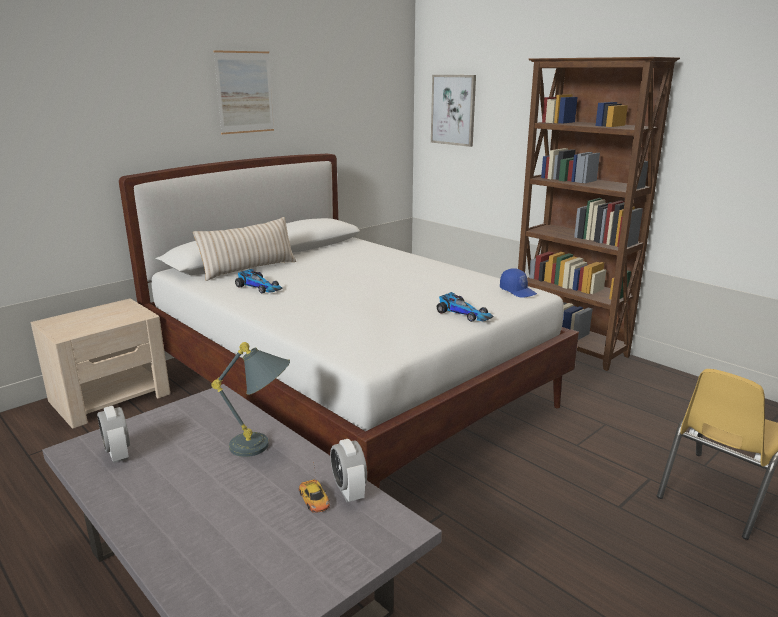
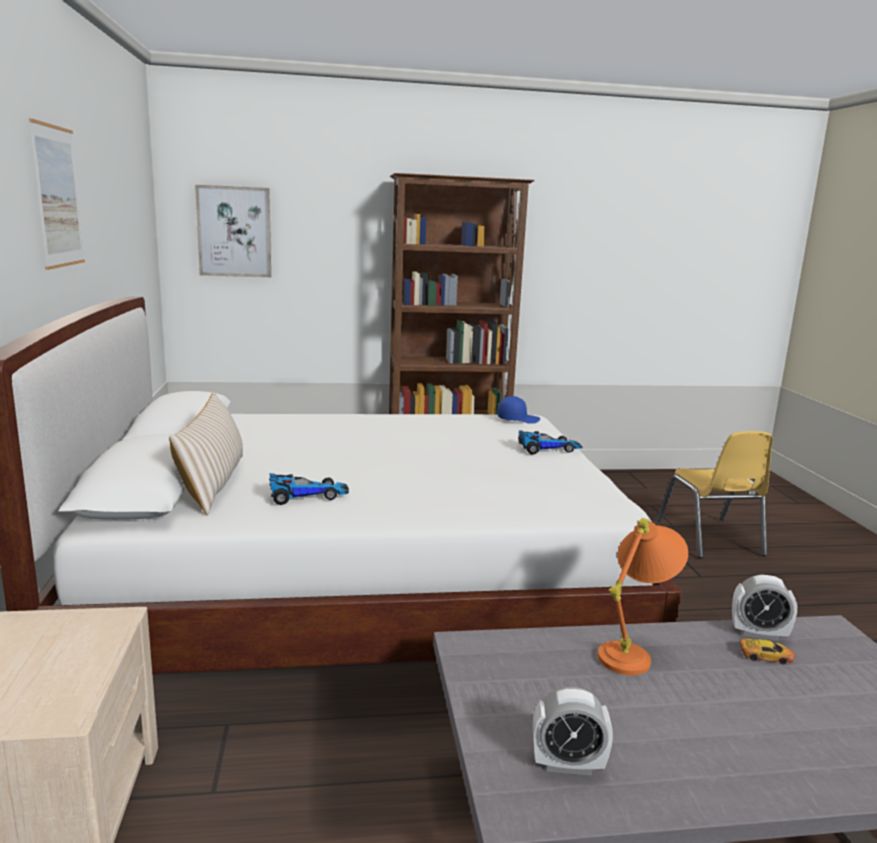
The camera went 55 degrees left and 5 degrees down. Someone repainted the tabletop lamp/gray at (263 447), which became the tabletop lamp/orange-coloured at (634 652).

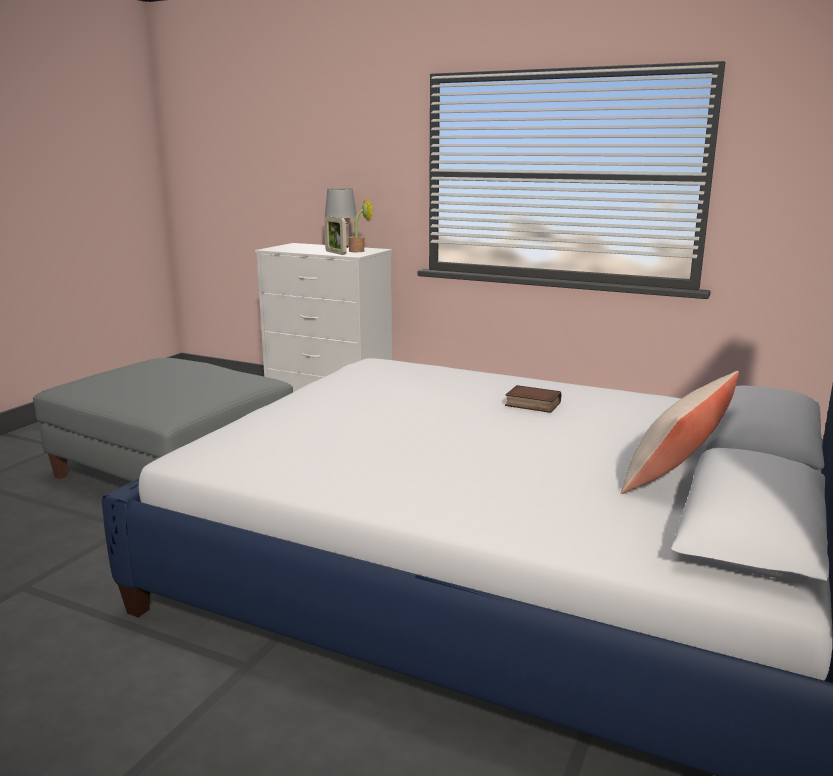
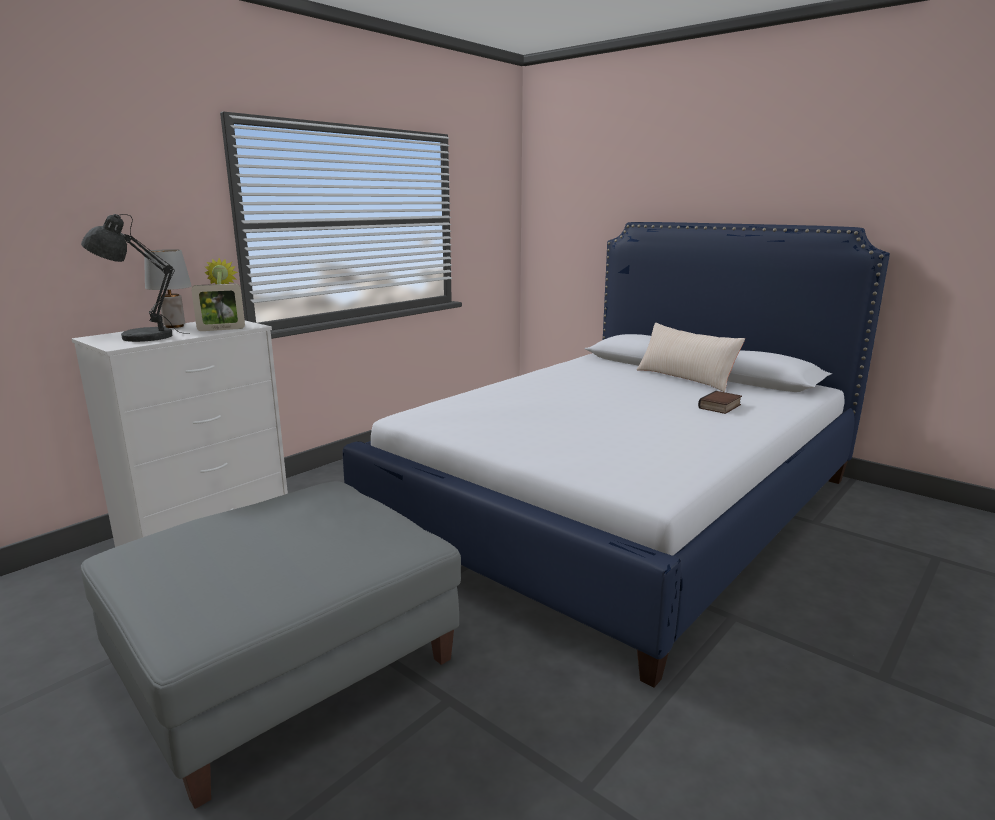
The camera went 75 degrees left and 0 degrees up. Someone put down the tabletop lamp/gray at (141 337). Someone carried the volume from (531 404) to (720 407).

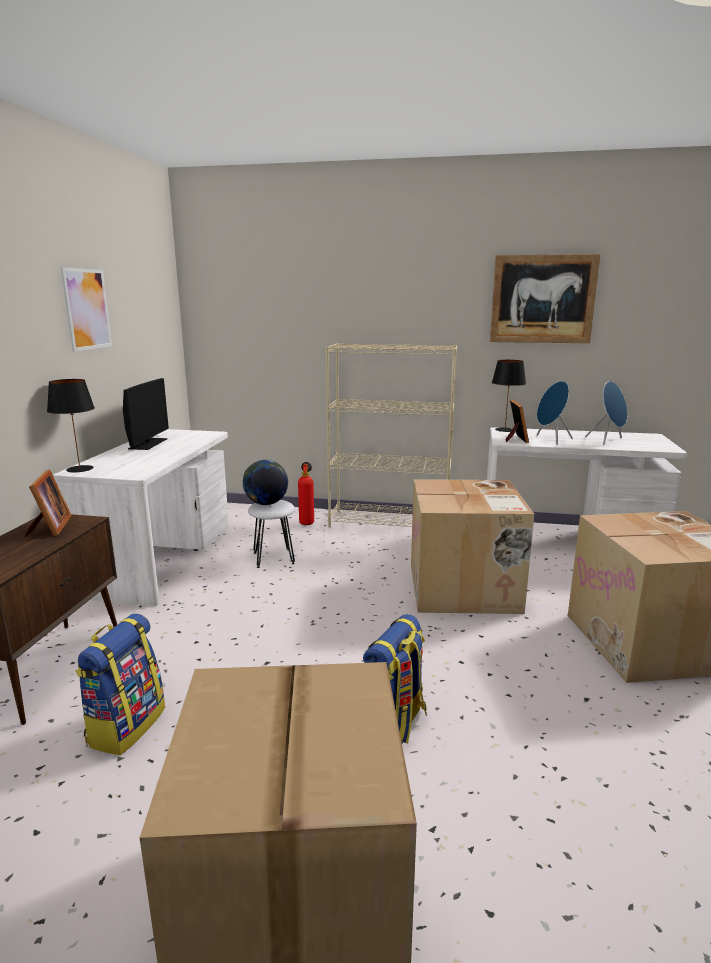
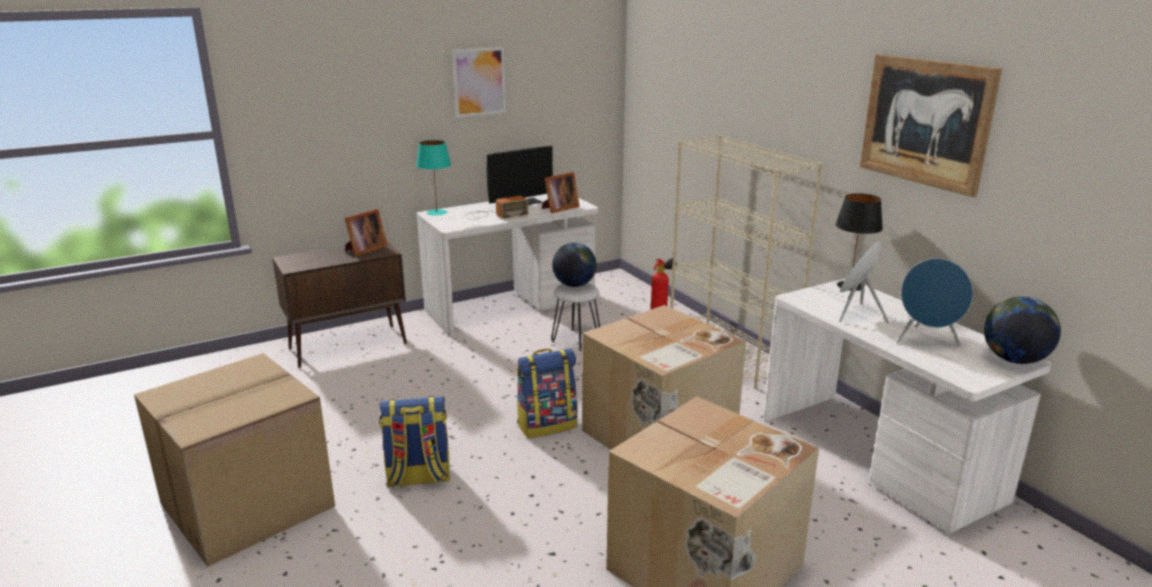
The camera went 50 degrees right and 5 degrees up. Someone repainted the tabletop lamp/black at (79 469), which became the tabletop lamp/blue-green at (437 212). Someone put down the radio at (494 215). Someone carried the backpack from (126 726) to (547 425). Someone carried the photo frame from (515 439) to (559 209). Someone put down the globe at (1014 360).

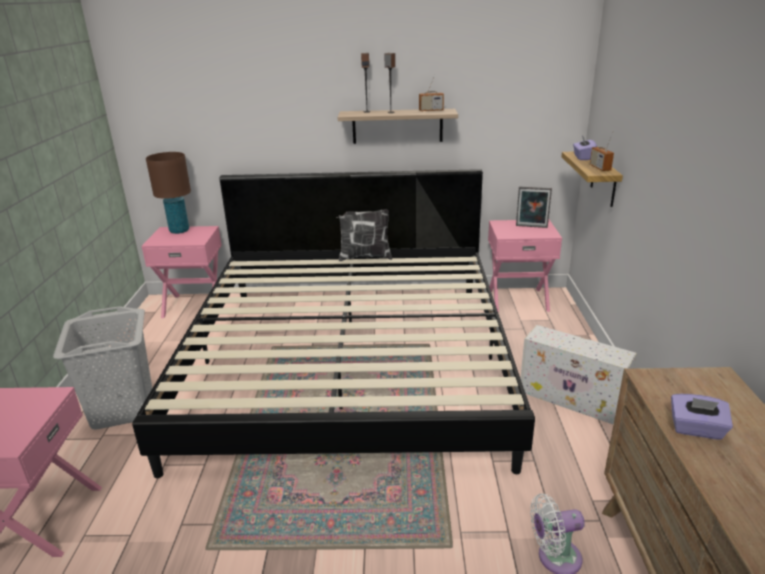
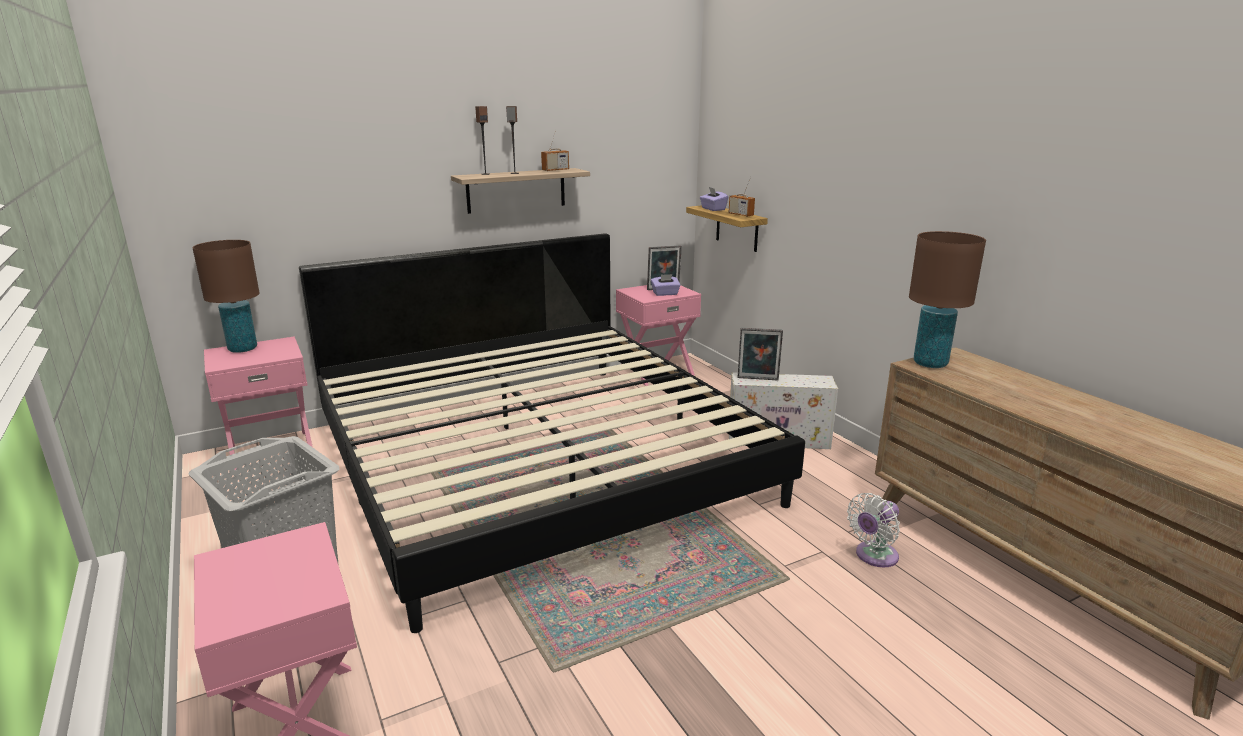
The camera went 30 degrees left and 5 degrees down. Someone carried the tissue holder/purple-coloured from (696 429) to (665 294). Someone put down the photo frame at (757 379). Someone put down the tabletop lamp/brown-coloured at (930 363). Someone took away the pillow at (364 257).

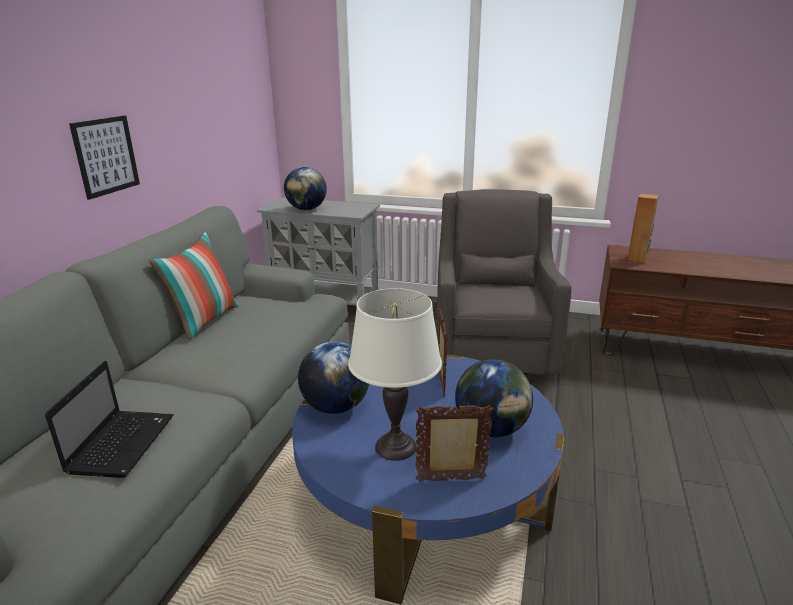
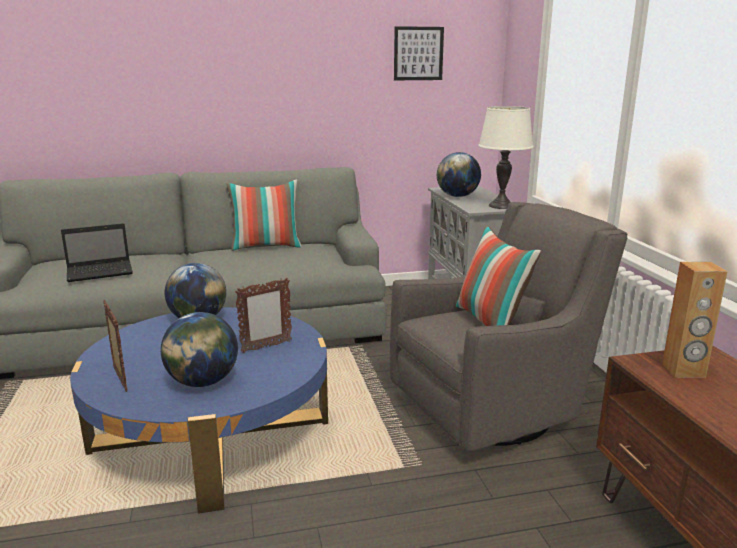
The camera went 60 degrees right and 5 degrees down. Someone carried the wall art from (106 156) to (418 53). Someone put down the pillow at (491 323). Someone carried the tabletop lamp/whitish from (395 447) to (501 206).

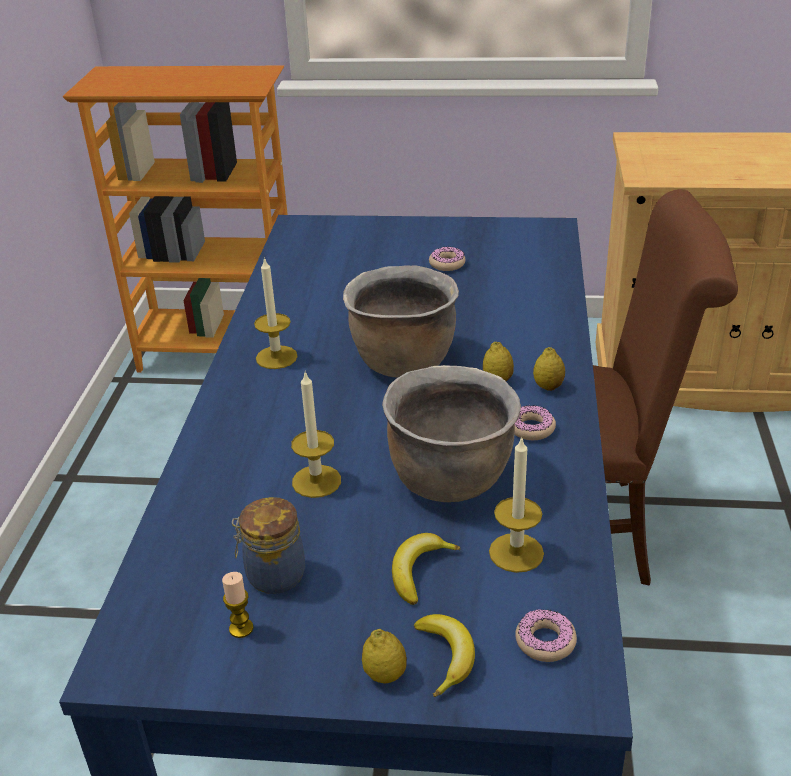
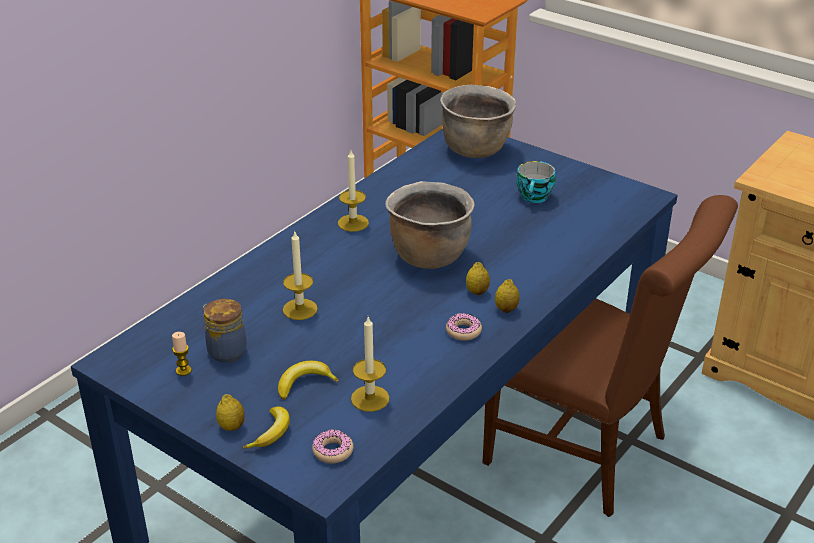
The camera went 30 degrees right and 0 degrees up. Someone carried the stockpot/brown-coloured from (450 478) to (476 149). Someone swapped the ring doughnut at (447 264) for the small cup at (535 197).

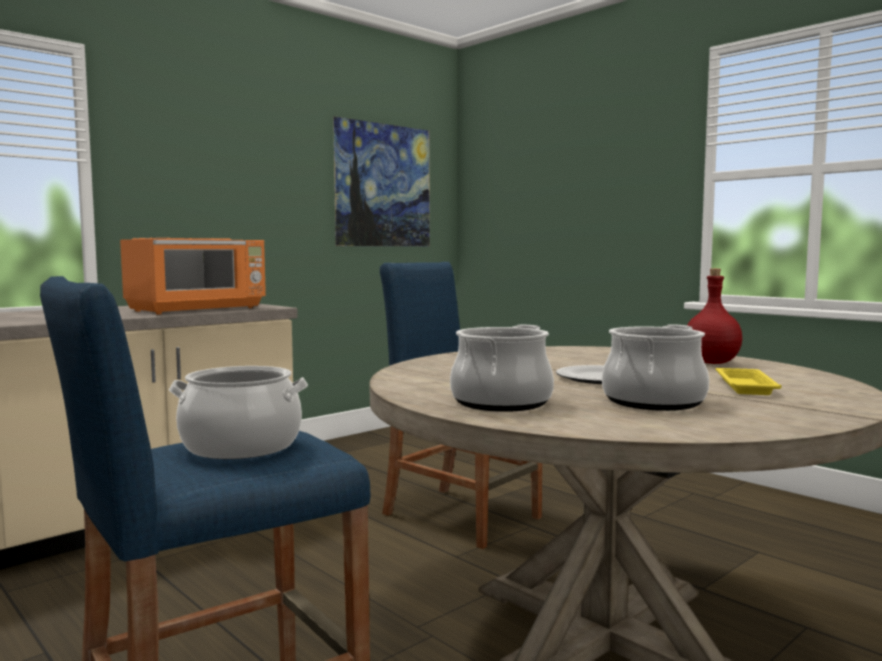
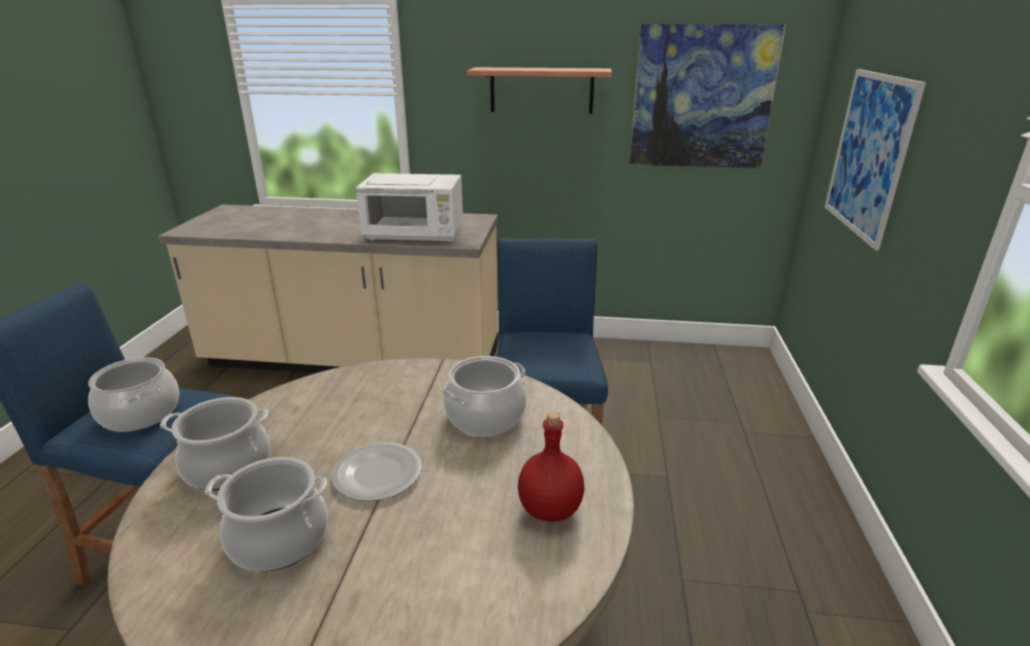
The camera went 50 degrees right and 20 degrees up. Someone repainted the microwave oven/orange-coloured at (198 309), which became the microwave oven/whitish at (415 235). Someone put down the stockpot at (485 415). Someone put up the bracket shelf at (541 90). Someone put up the wall art at (868 155). Someone took away the serving tray/yellowish at (745 386).

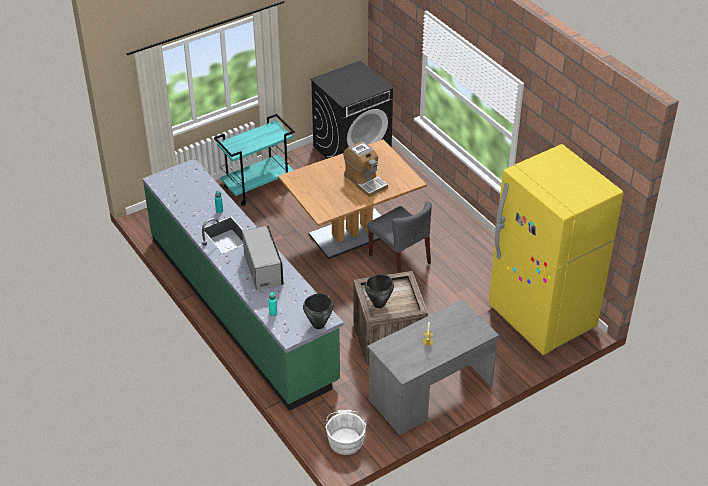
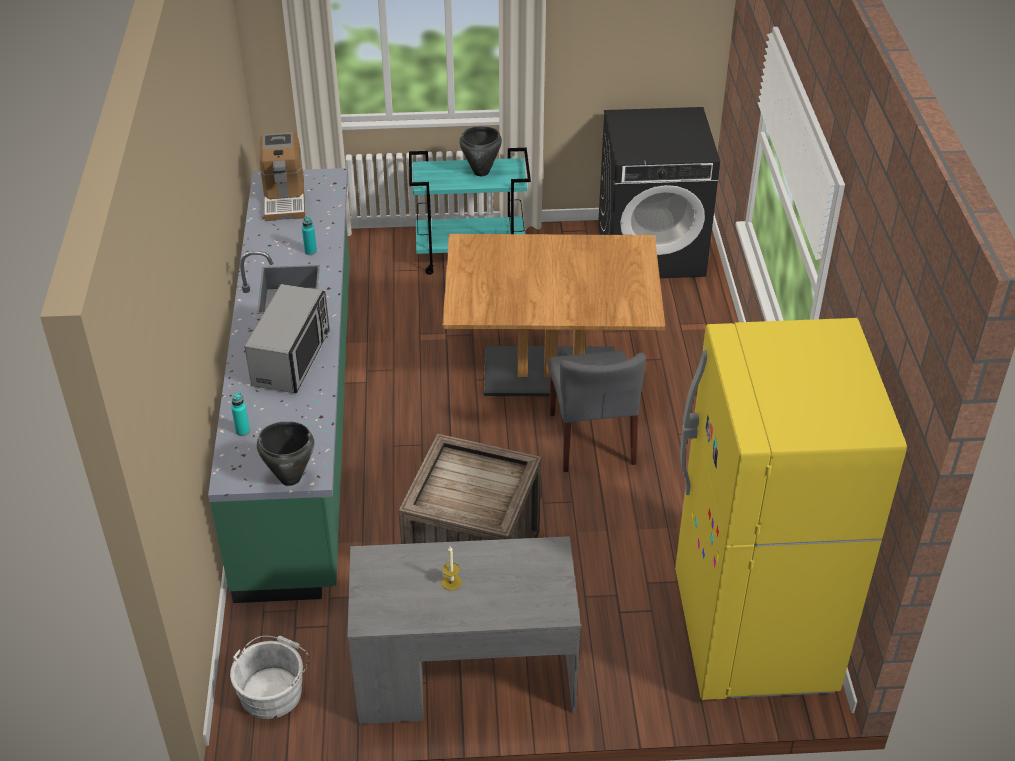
The camera went 30 degrees right and 0 degrees up. Someone carried the coffee brewer from (365 181) to (284 199). Someone carried the stockpot/black from (379 304) to (481 172).

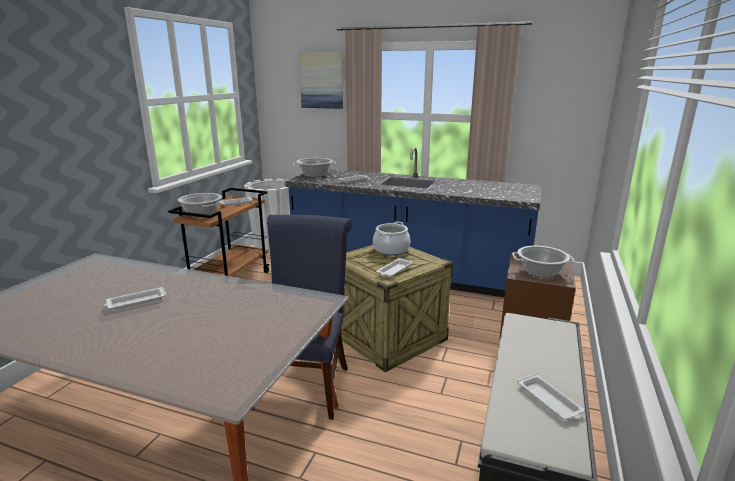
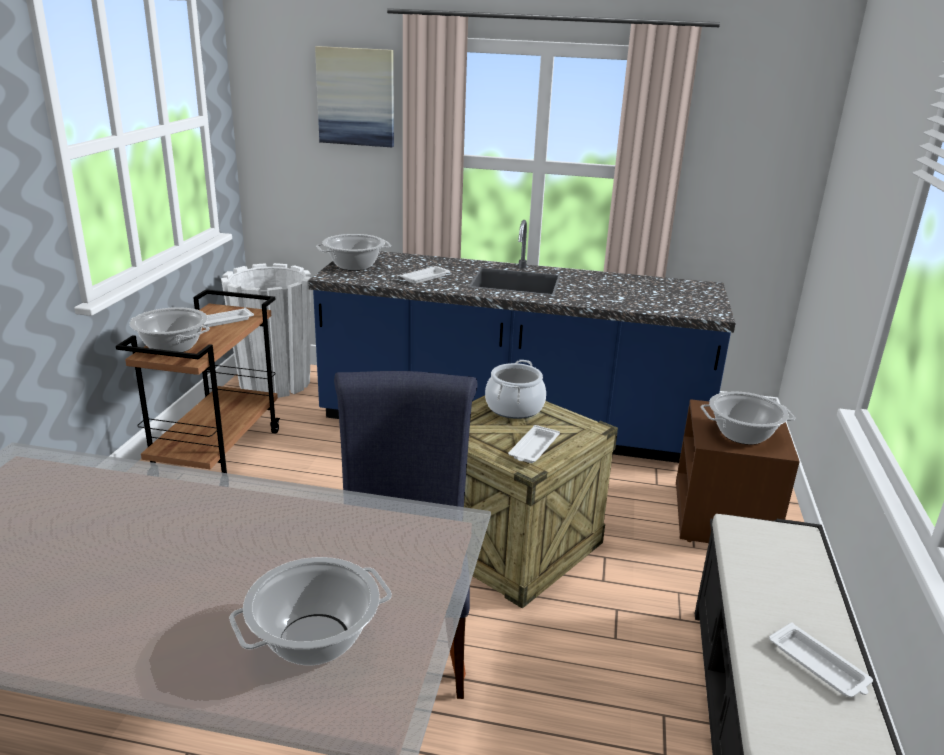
The camera went 10 degrees left and 5 degrees up. Someone put down the stockpot at (315 639). Someone took away the serving tray/whitish at (136 302).

